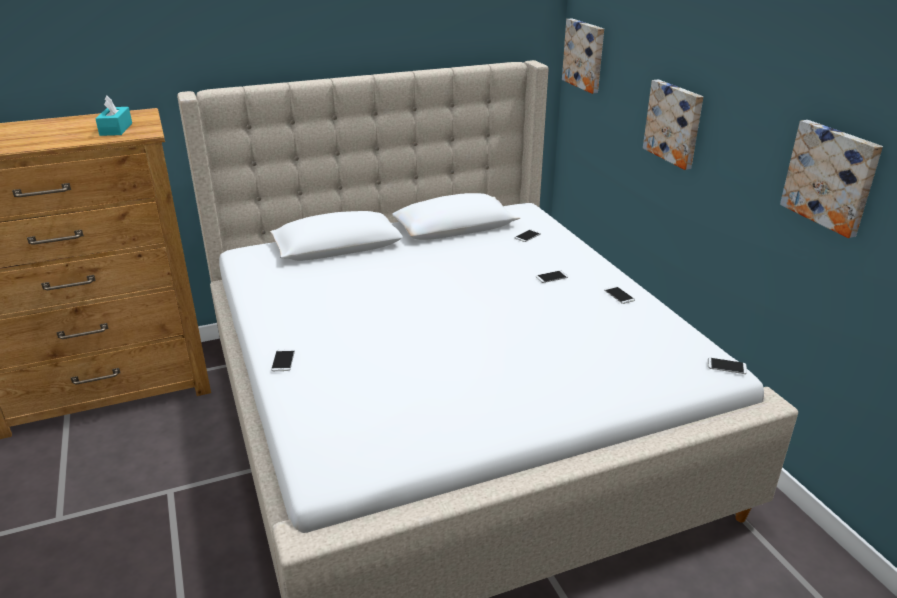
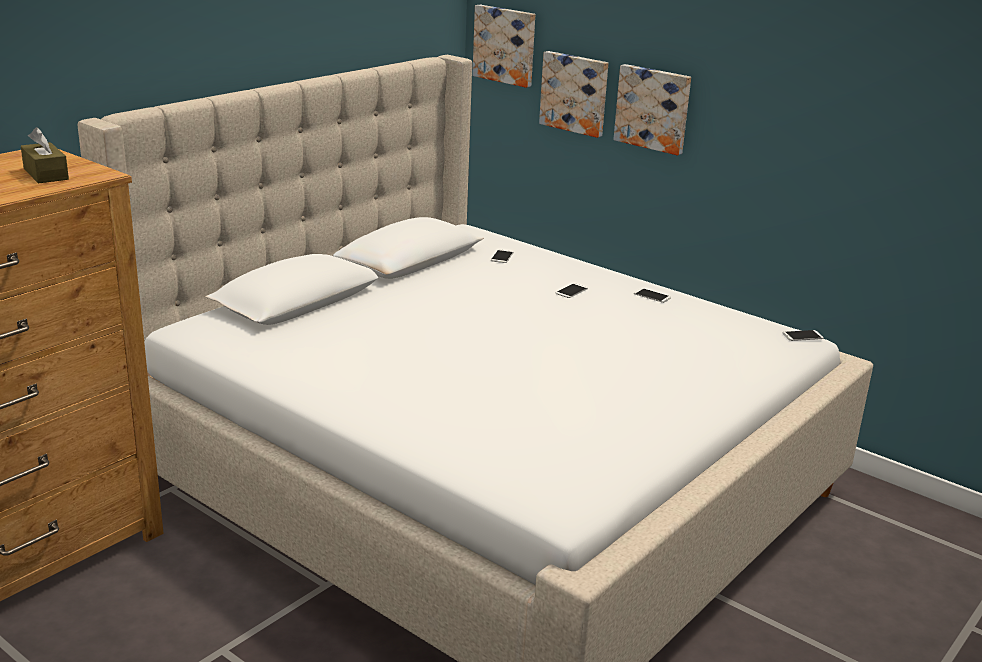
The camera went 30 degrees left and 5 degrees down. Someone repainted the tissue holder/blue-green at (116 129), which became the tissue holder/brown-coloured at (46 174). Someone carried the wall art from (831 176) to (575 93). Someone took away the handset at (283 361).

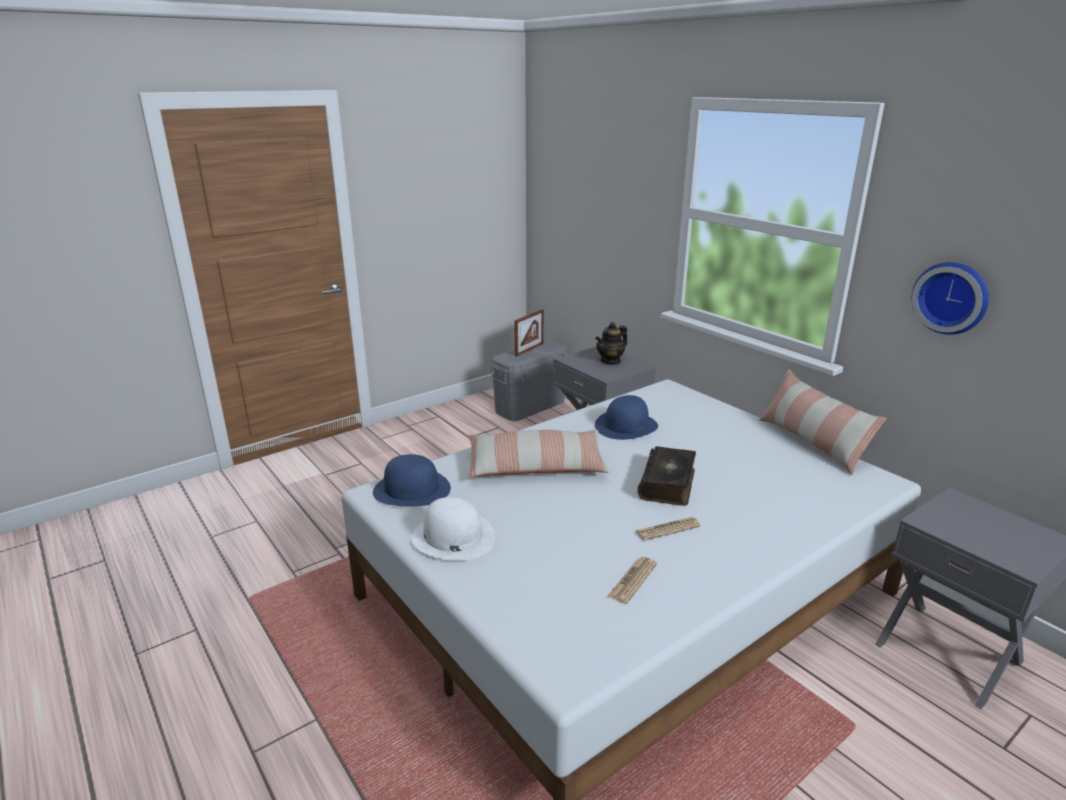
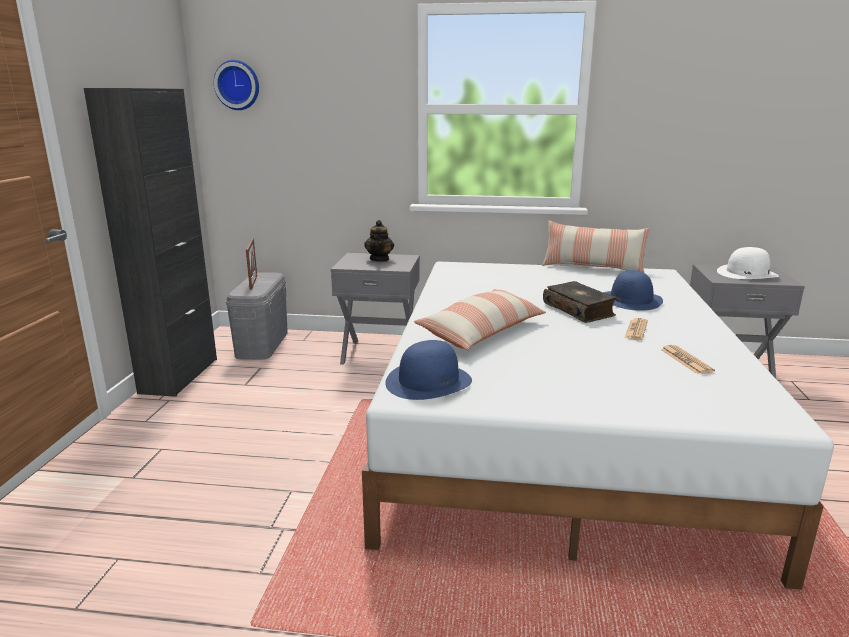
The camera went 45 degrees left and 5 degrees down. Someone put down the storage cabinet/black at (179 375). Someone carried the hanging clock from (952 297) to (238 85). Someone carried the hat/blue from (626 425) to (631 300). Someone carried the hat/whitish from (452 537) to (747 273).

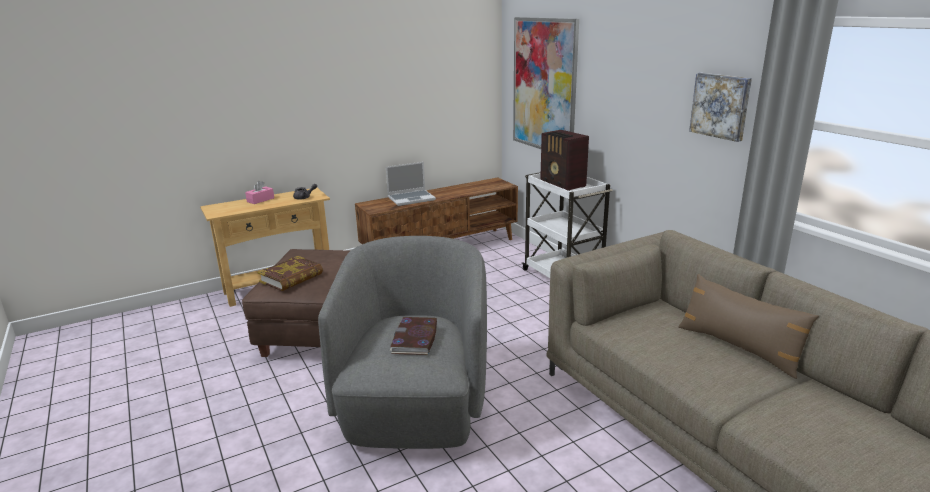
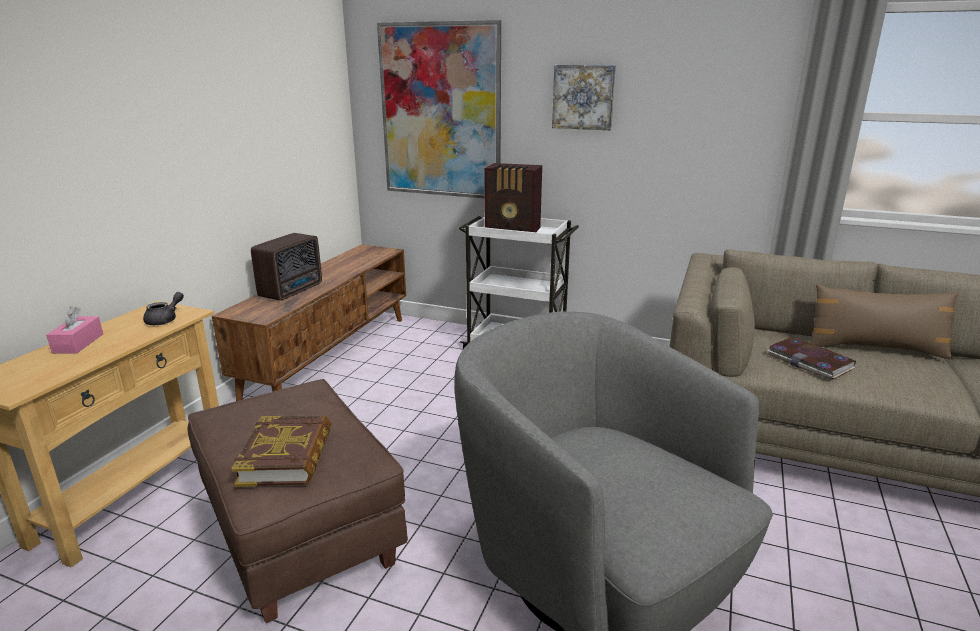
The camera went 40 degrees left and 0 degrees up. Someone swapped the portable computer at (411 198) for the radio at (293 290). Someone carried the wall art from (721 106) to (583 97). Someone carried the volume from (415 339) to (810 361).

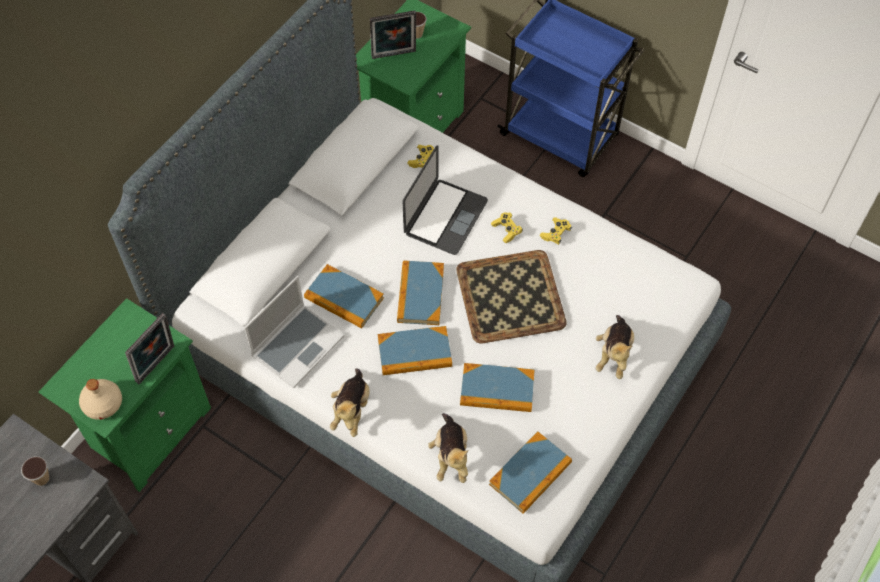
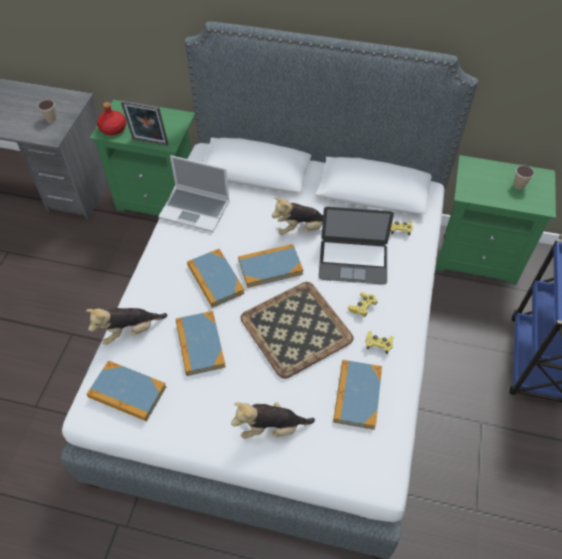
The camera went 70 degrees right and 5 degrees down. Someone repainted the beverage bottle/sand-coloured at (103 404), which became the beverage bottle/red at (112 128). Someone carried the soft toy from (351 410) to (301 229). Someone carried the volume from (344 298) to (357 395). Someone took away the photo frame at (394 56).

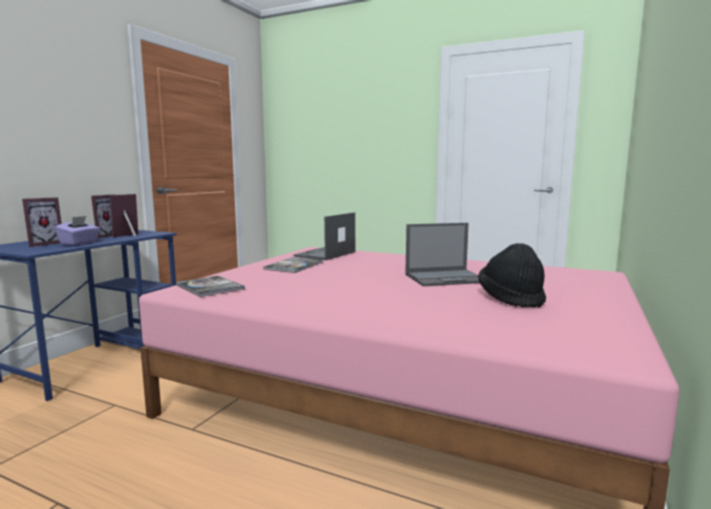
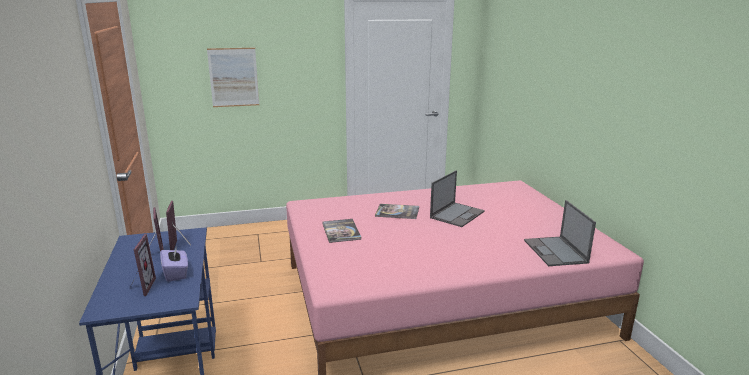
The camera went 40 degrees left and 10 degrees up. Someone put up the wall art at (233 77). Someone carried the volume from (209 287) to (397 212). Someone carried the portable computer from (325 254) to (556 252). Someone took away the hat/black at (511 298).

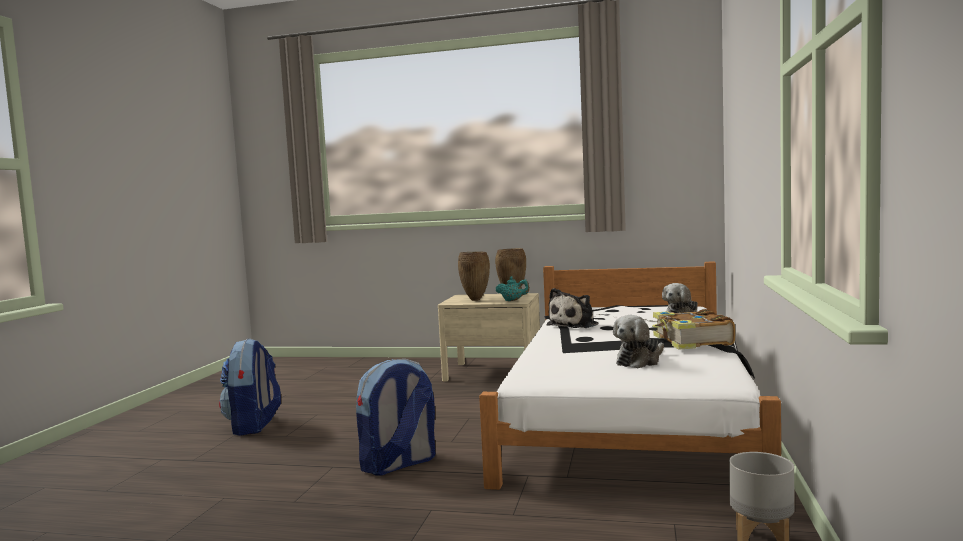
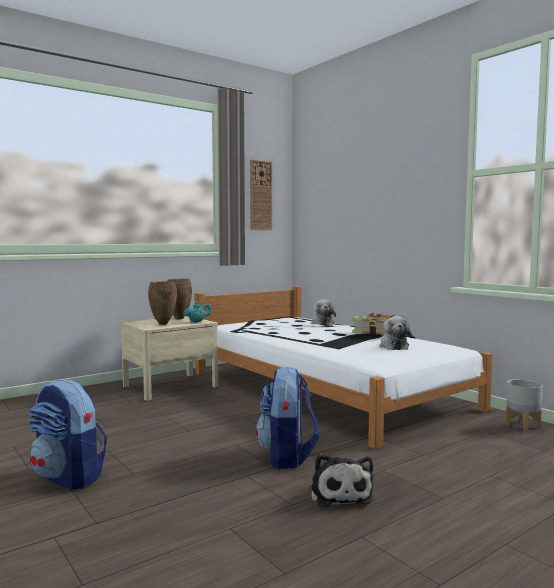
The camera went 50 degrees left and 0 degrees up. Someone put up the hanging clock at (260 195). Someone carried the soft toy from (575 325) to (340 494).

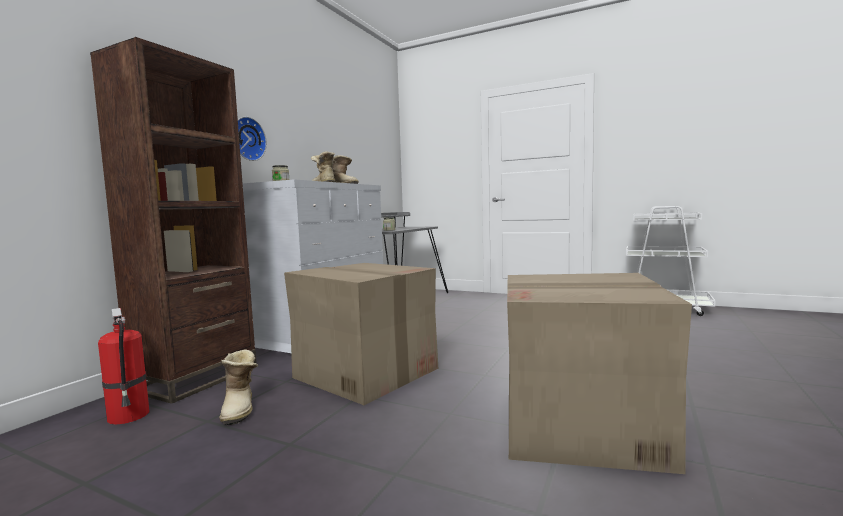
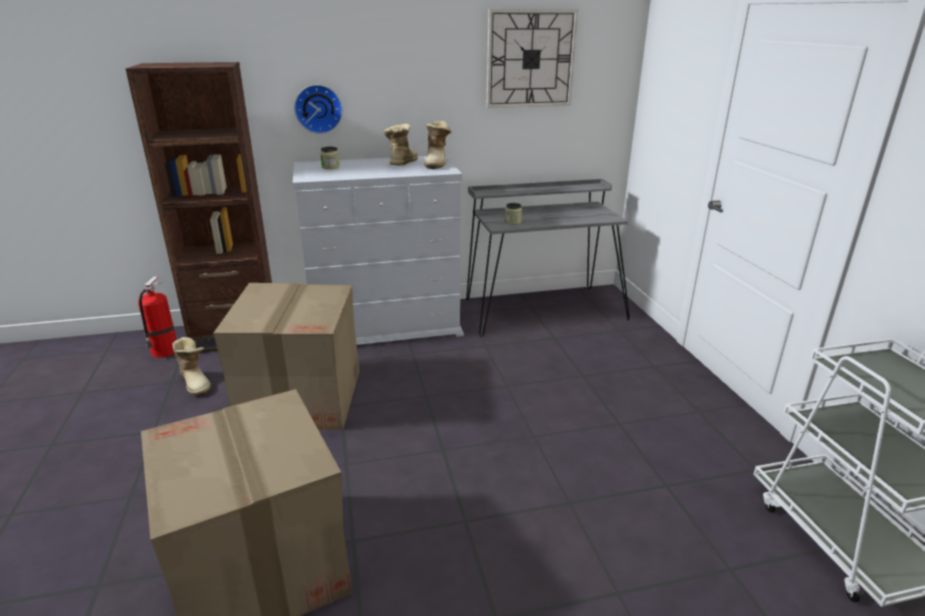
The camera went 50 degrees right and 20 degrees up. Someone rotated the high-top boot at (240 409) by 75 degrees counterclockwise. Someone put up the hanging clock at (530 59).

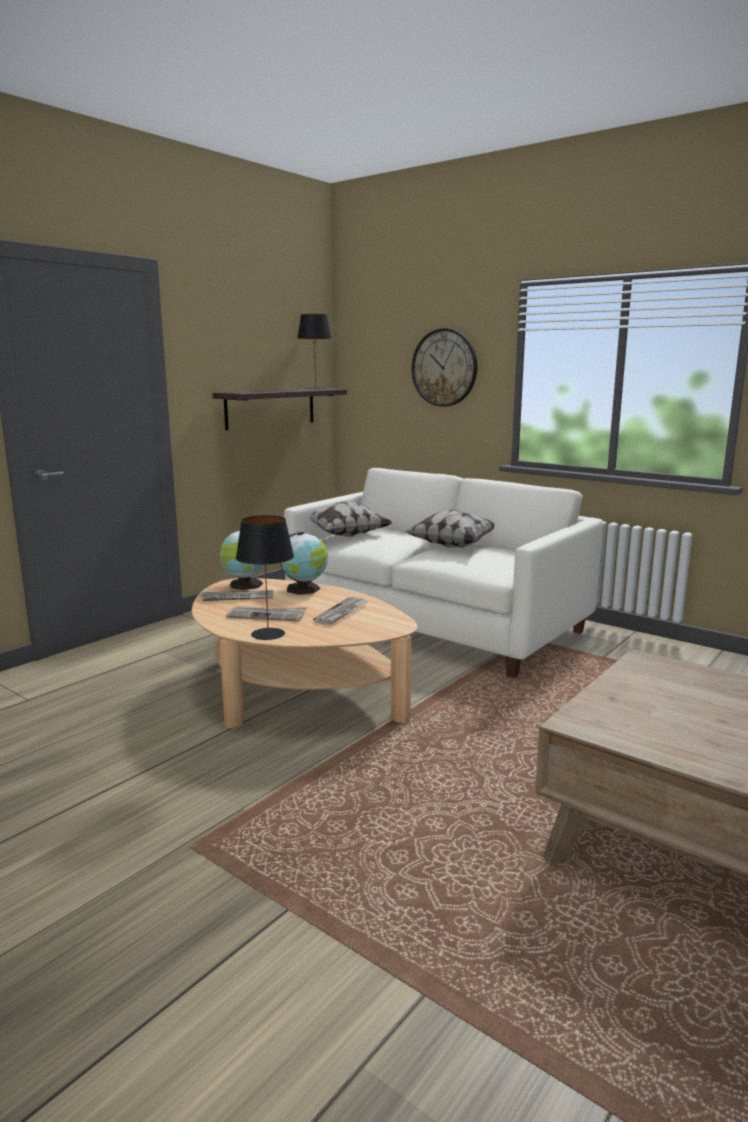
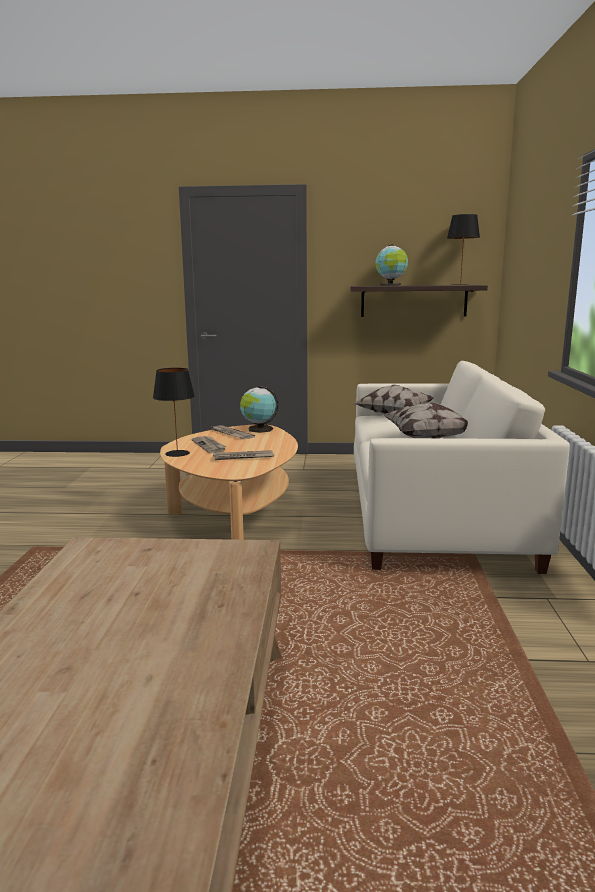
The camera went 55 degrees right and 0 degrees up. Someone carried the globe from (304 589) to (391 285). Someone took away the hanging clock at (444 367).

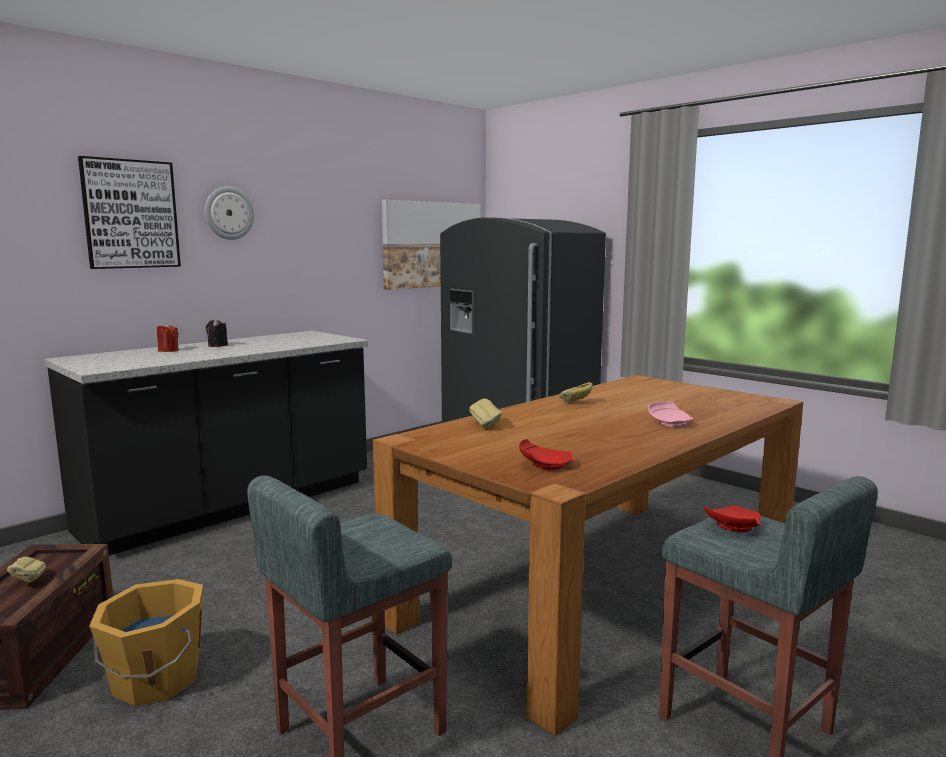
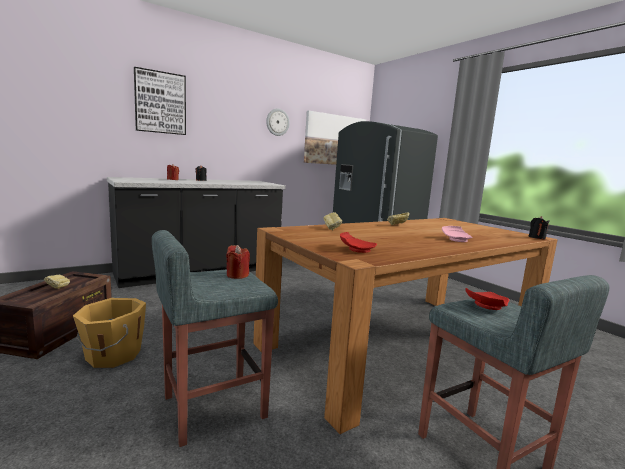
The camera went 10 degrees right and 0 degrees up. Someone put down the wax light/red at (237 275). Someone carried the hanging clock from (229 213) to (277 122). Someone put down the wax light/black at (537 237).

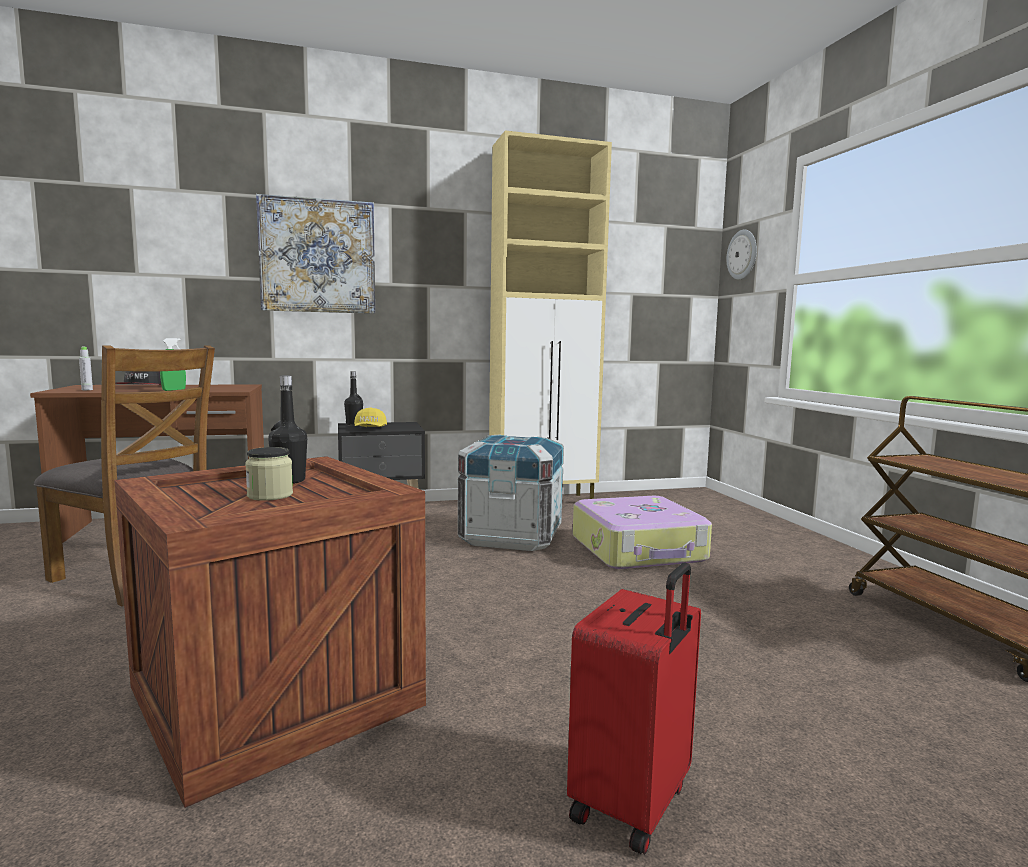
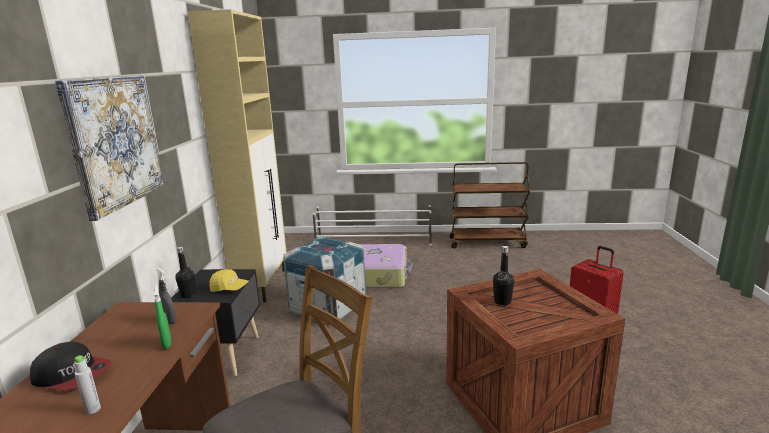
The camera went 70 degrees left and 10 degrees up. Someone put down the sprayer/gray at (170 320). Someone put down the shoe shelf/whitish at (374 241). Someone took away the jar at (270 495). Someone took away the hanging clock at (742 254).

